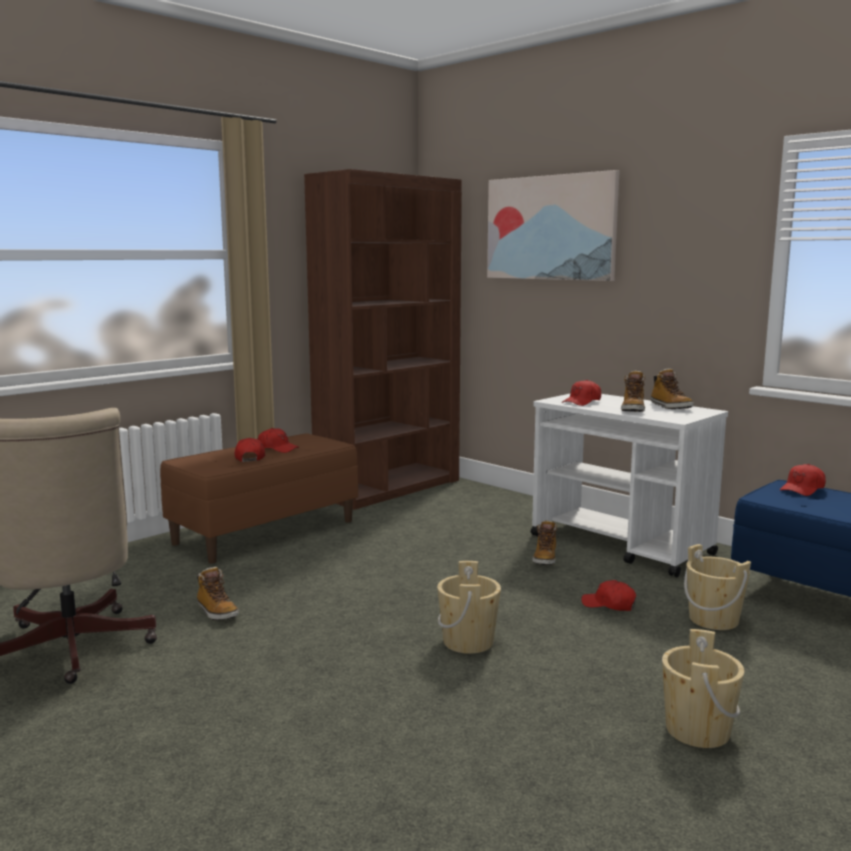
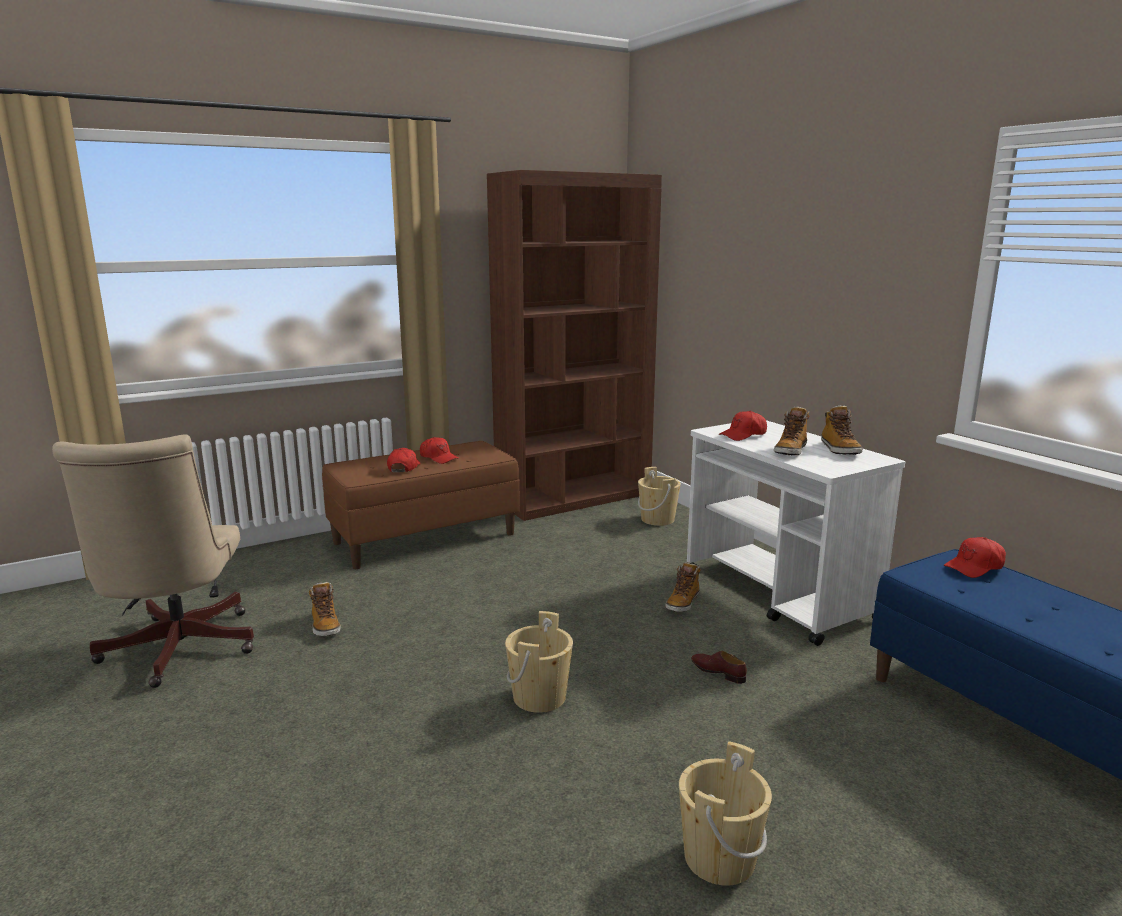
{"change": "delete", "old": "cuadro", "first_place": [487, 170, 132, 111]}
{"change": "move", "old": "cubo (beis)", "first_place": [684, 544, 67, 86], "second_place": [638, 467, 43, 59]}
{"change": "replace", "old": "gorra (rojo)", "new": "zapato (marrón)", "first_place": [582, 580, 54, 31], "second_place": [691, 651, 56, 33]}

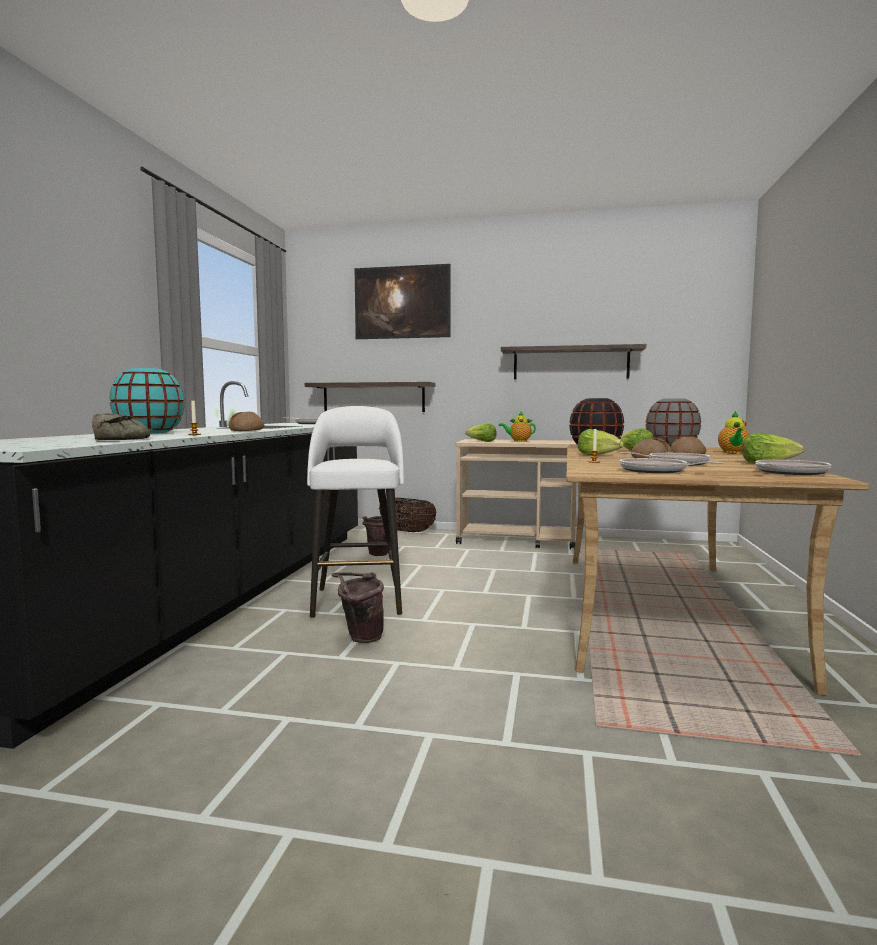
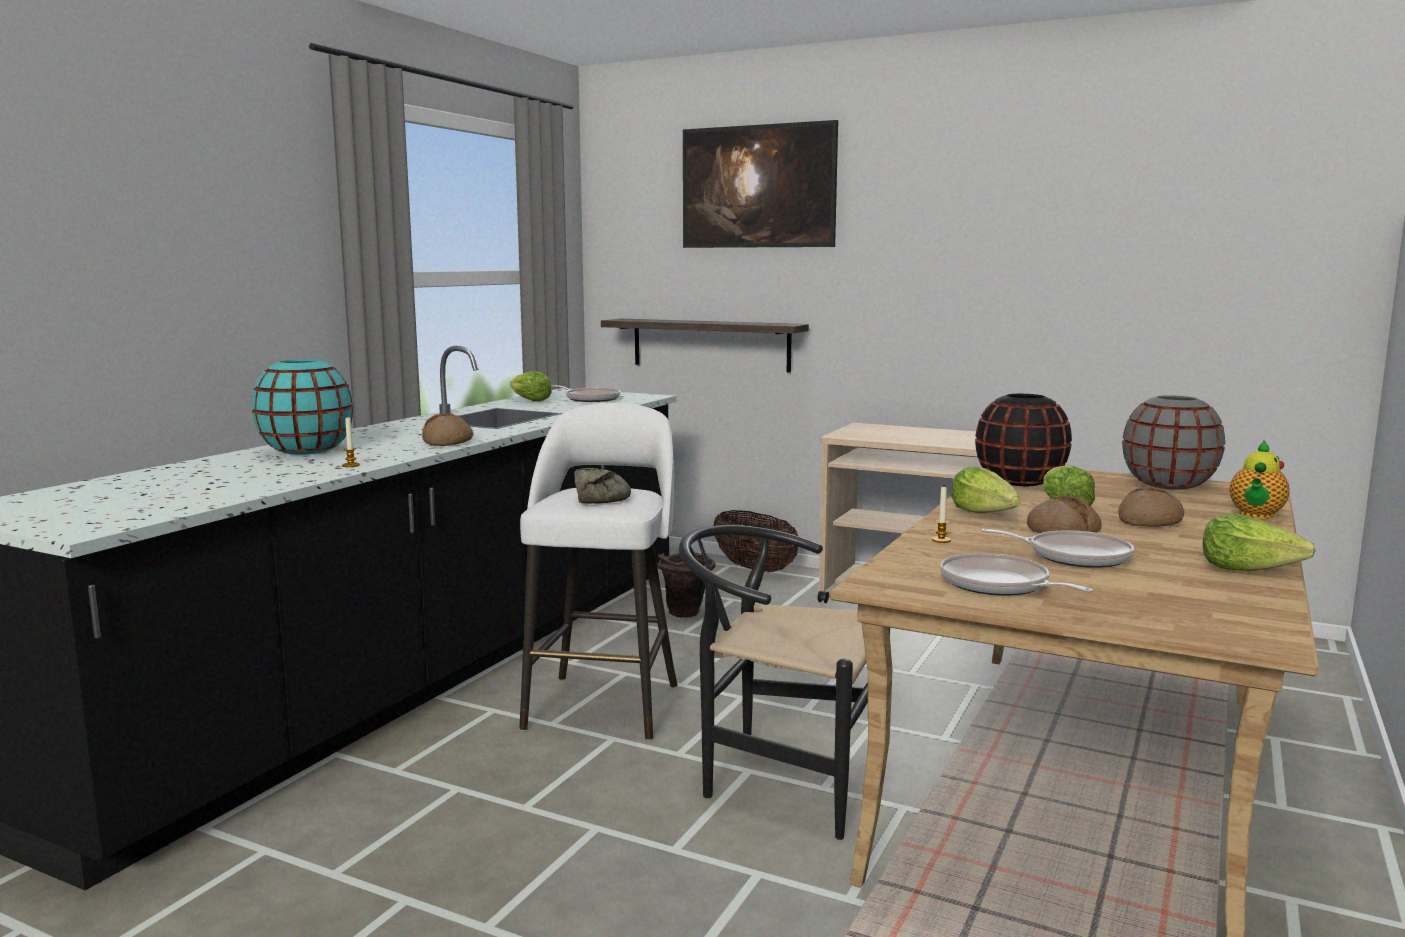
{"change": "delete", "old": "estante", "first_place": [501, 344, 145, 36]}
{"change": "delete", "old": "tetera", "first_place": [499, 411, 37, 31]}
{"change": "move", "old": "pan", "first_place": [92, 413, 58, 27], "second_place": [574, 468, 57, 36]}
{"change": "move", "old": "lechuga", "first_place": [465, 424, 32, 18], "second_place": [510, 371, 42, 31]}
{"change": "delete", "old": "sartén", "first_place": [755, 459, 76, 16]}
{"change": "delete", "old": "cubo (marrón)", "first_place": [331, 572, 53, 71]}
{"change": "insert", "new": "silla (negro)", "second_place": [679, 525, 211, 315]}

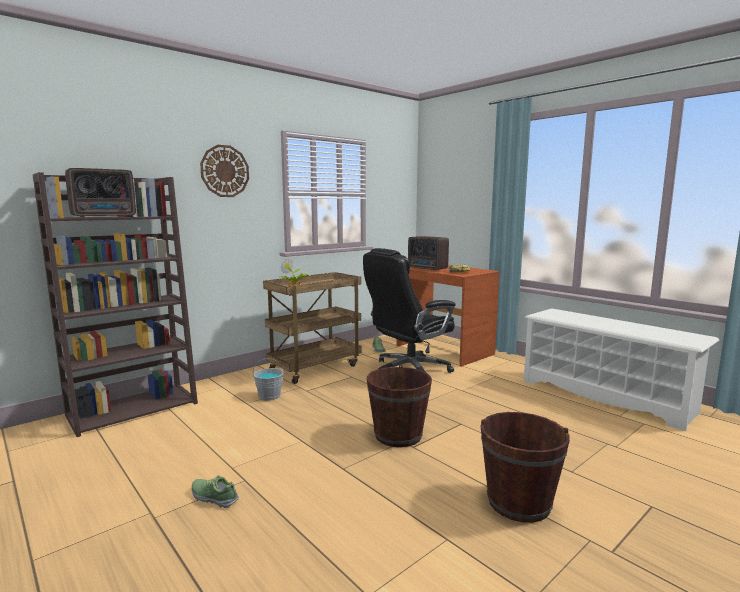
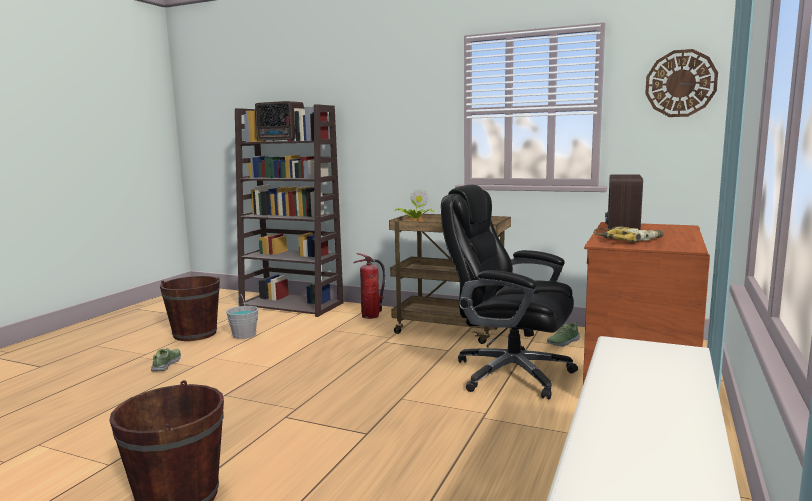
{"change": "move", "old": "reloj de pared", "first_place": [200, 145, 49, 52], "second_place": [645, 49, 73, 68]}
{"change": "move", "old": "cubo (gris)", "first_place": [253, 358, 31, 43], "second_place": [226, 294, 33, 45]}
{"change": "move", "old": "cubo (marrón)", "first_place": [367, 364, 65, 83], "second_place": [160, 276, 60, 65]}
{"change": "insert", "new": "extintor", "second_place": [353, 253, 33, 66]}

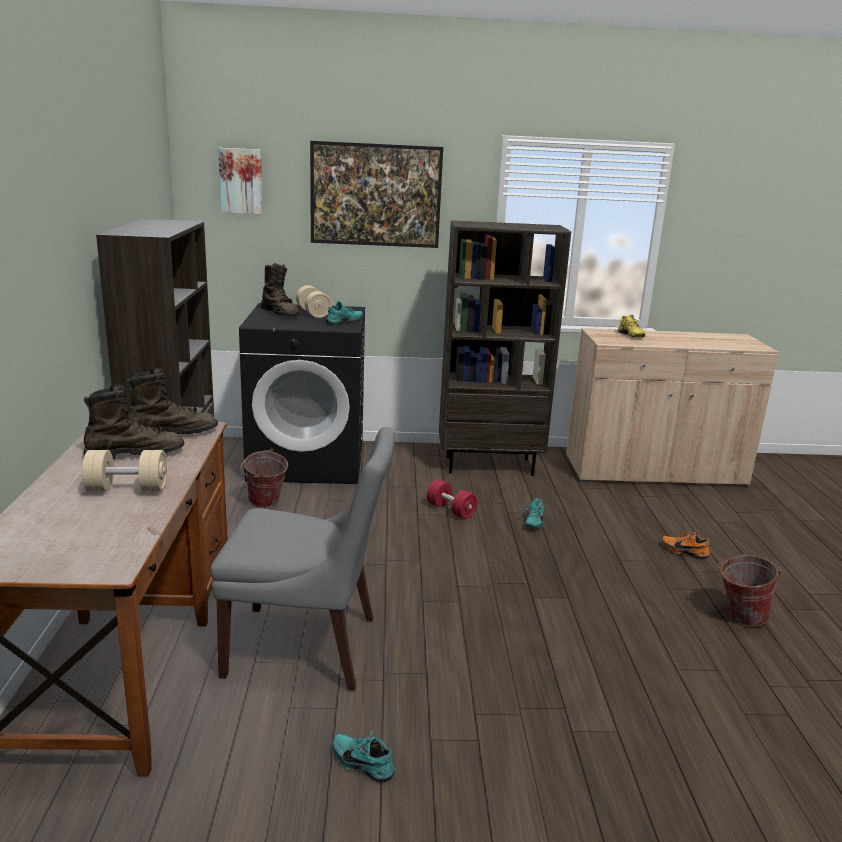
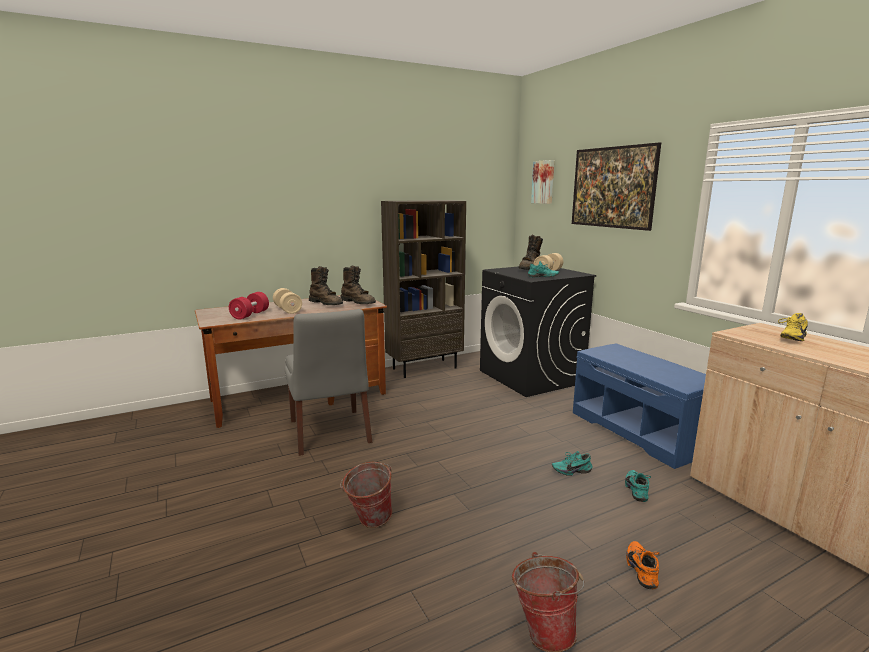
{"change": "replace", "old": "estantería (marrón)", "new": "banco (azul)", "first_place": [439, 220, 132, 256], "second_place": [573, 344, 133, 125]}
{"change": "move", "old": "cubo", "first_place": [241, 449, 47, 59], "second_place": [340, 462, 52, 66]}
{"change": "move", "old": "mancuerna (rojo)", "first_place": [427, 479, 51, 40], "second_place": [229, 292, 40, 28]}
{"change": "move", "old": "zapato (turquesa)", "first_place": [333, 730, 63, 52], "second_place": [625, 470, 26, 32]}

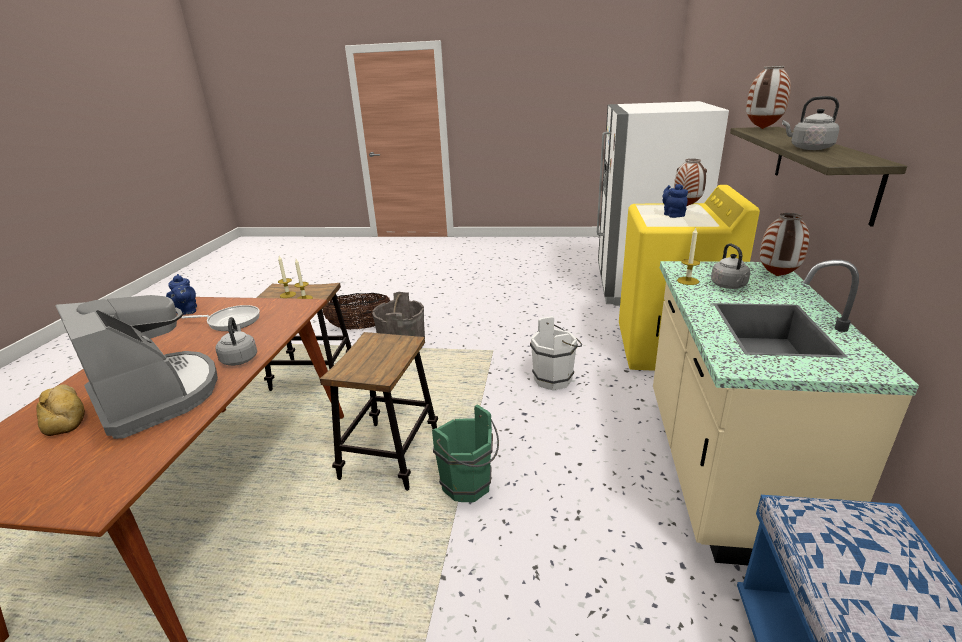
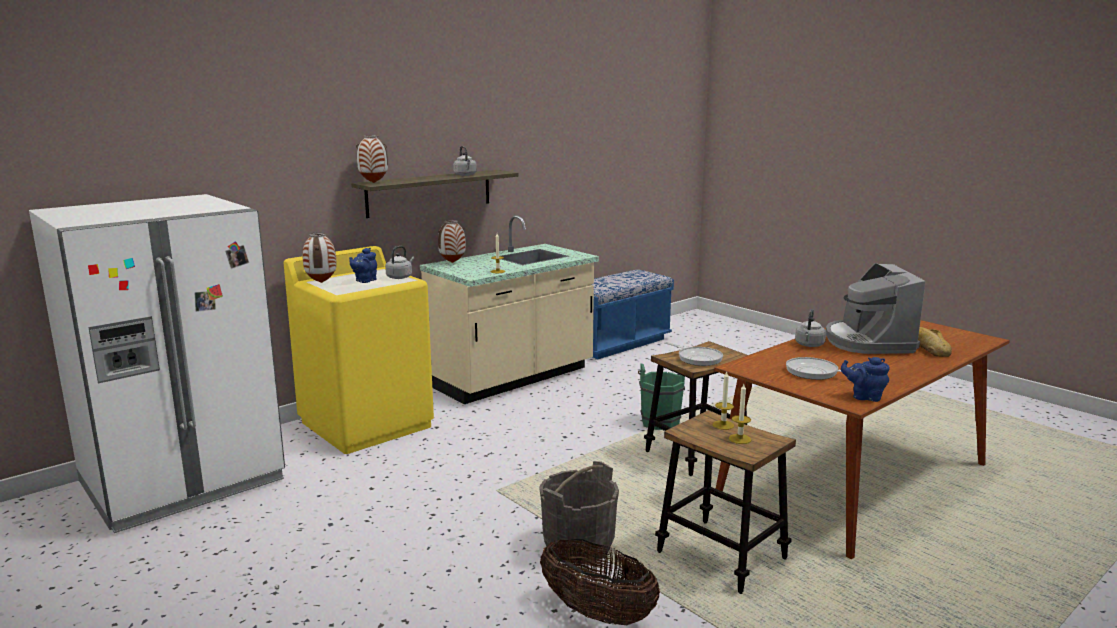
{"change": "move", "old": "hervidor (gris)", "first_place": [711, 243, 39, 46], "second_place": [385, 246, 29, 33]}
{"change": "rotate", "old": "tetera (azul)", "first_place": [166, 274, 31, 41], "second_place": [841, 357, 49, 45], "degrees": -90}
{"change": "delete", "old": "cubo (blanco)", "first_place": [530, 316, 52, 74]}
{"change": "insert", "new": "sartén", "second_place": [664, 342, 59, 24]}

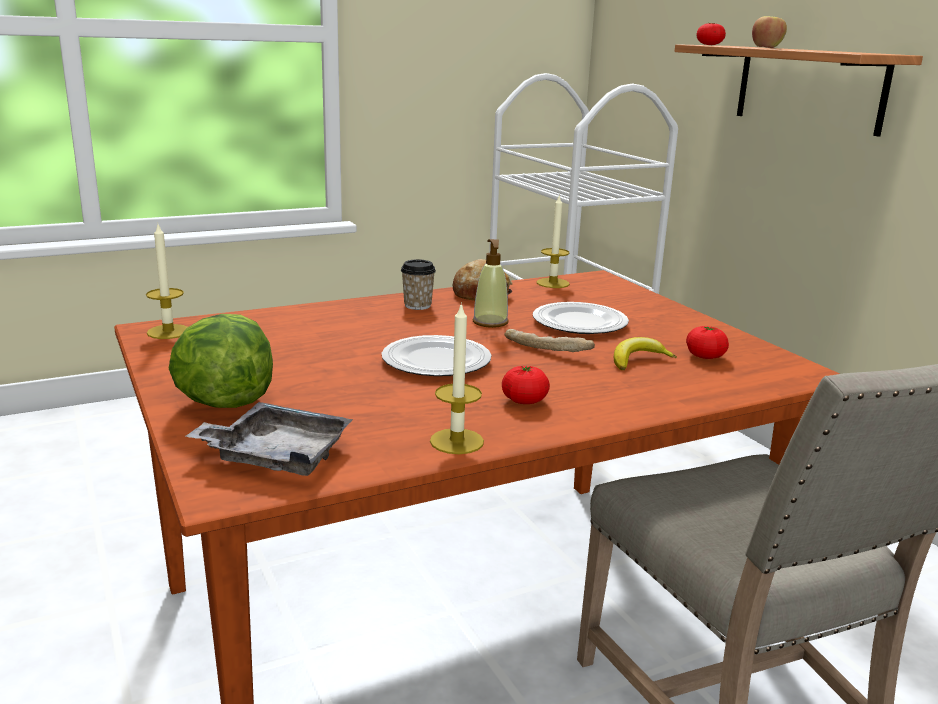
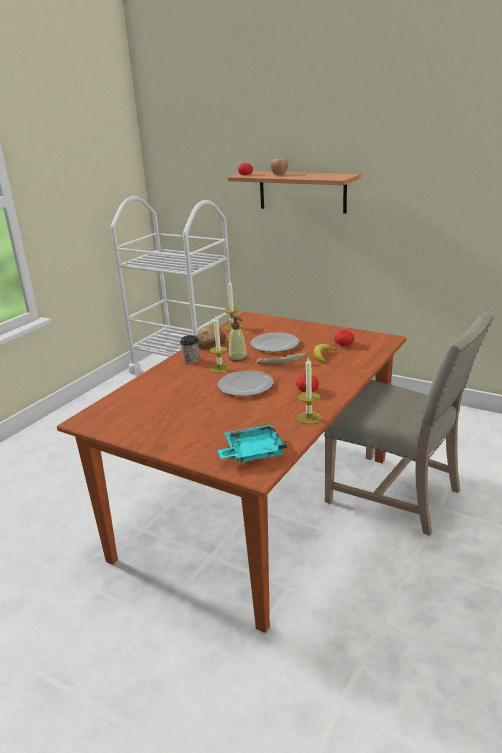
{"change": "move", "old": "vela", "first_place": [146, 222, 42, 117], "second_place": [209, 315, 22, 58]}
{"change": "delete", "old": "lechuga", "first_place": [169, 314, 104, 94]}
{"change": "recolor", "old": "bandeja (gris)", "new": "bandeja (turquesa)", "first_place": [186, 402, 167, 74], "second_place": [217, 424, 70, 38]}

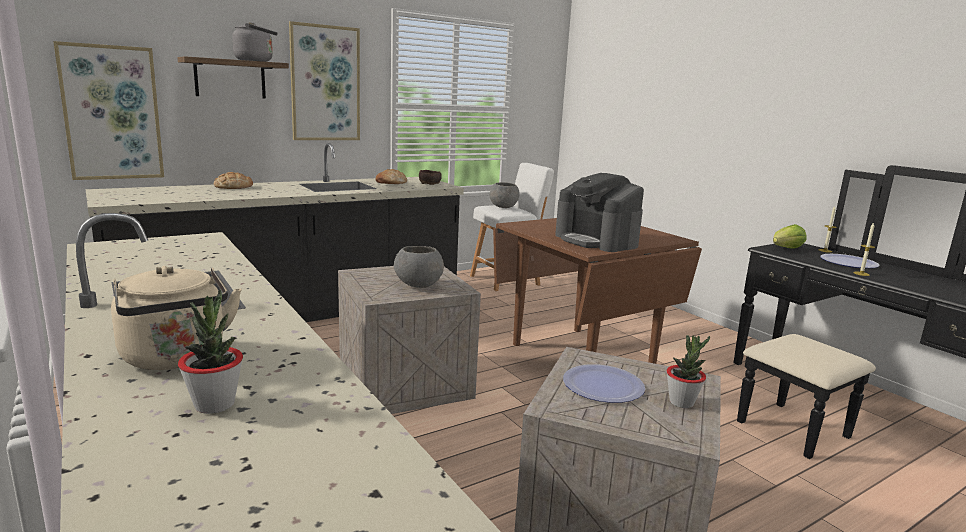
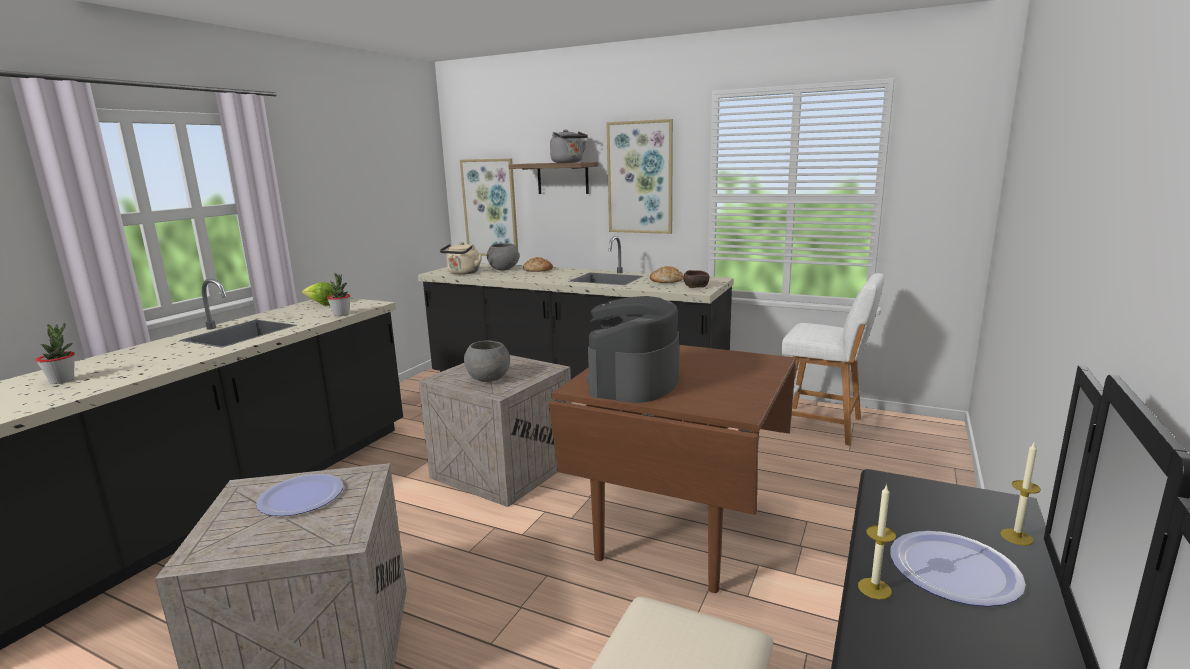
{"change": "move", "old": "cuenco (gris)", "first_place": [490, 182, 30, 26], "second_place": [487, 243, 32, 28]}
{"change": "move", "old": "lechuga", "first_place": [773, 224, 33, 25], "second_place": [302, 282, 34, 23]}
{"change": "move", "old": "hervidor (beis)", "first_place": [111, 266, 131, 104], "second_place": [440, 242, 42, 33]}
{"change": "move", "old": "planta en maceta", "first_place": [667, 335, 43, 73], "second_place": [327, 273, 23, 43]}

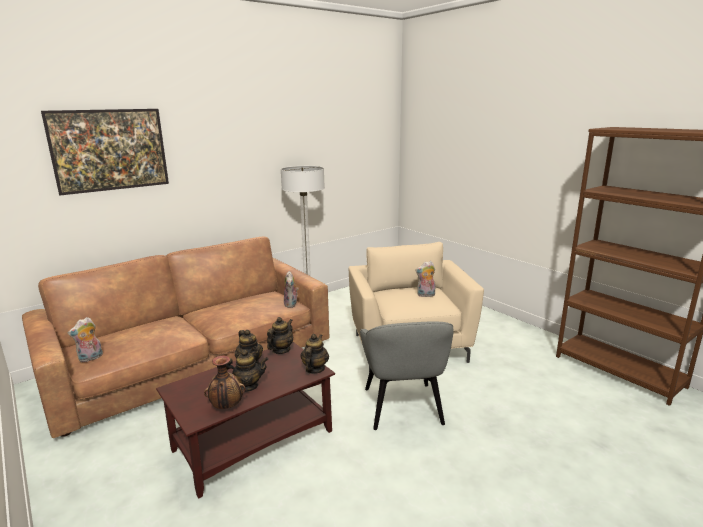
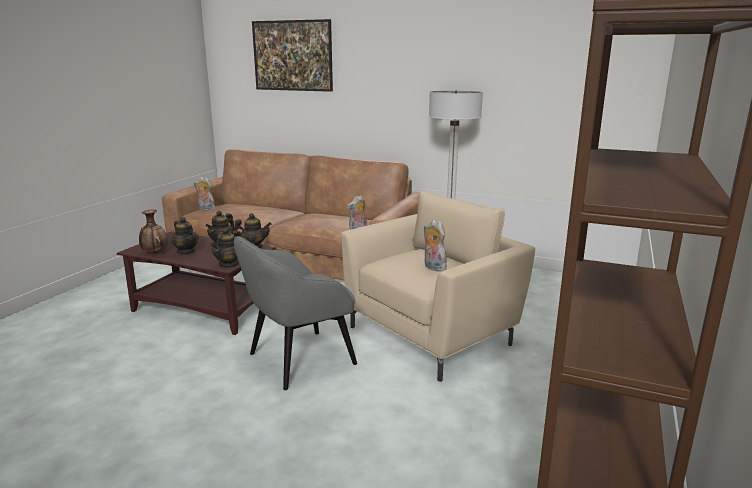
{"change": "rotate", "old": "tetera", "first_place": [300, 334, 29, 40], "second_place": [210, 228, 31, 40], "degrees": 135}

